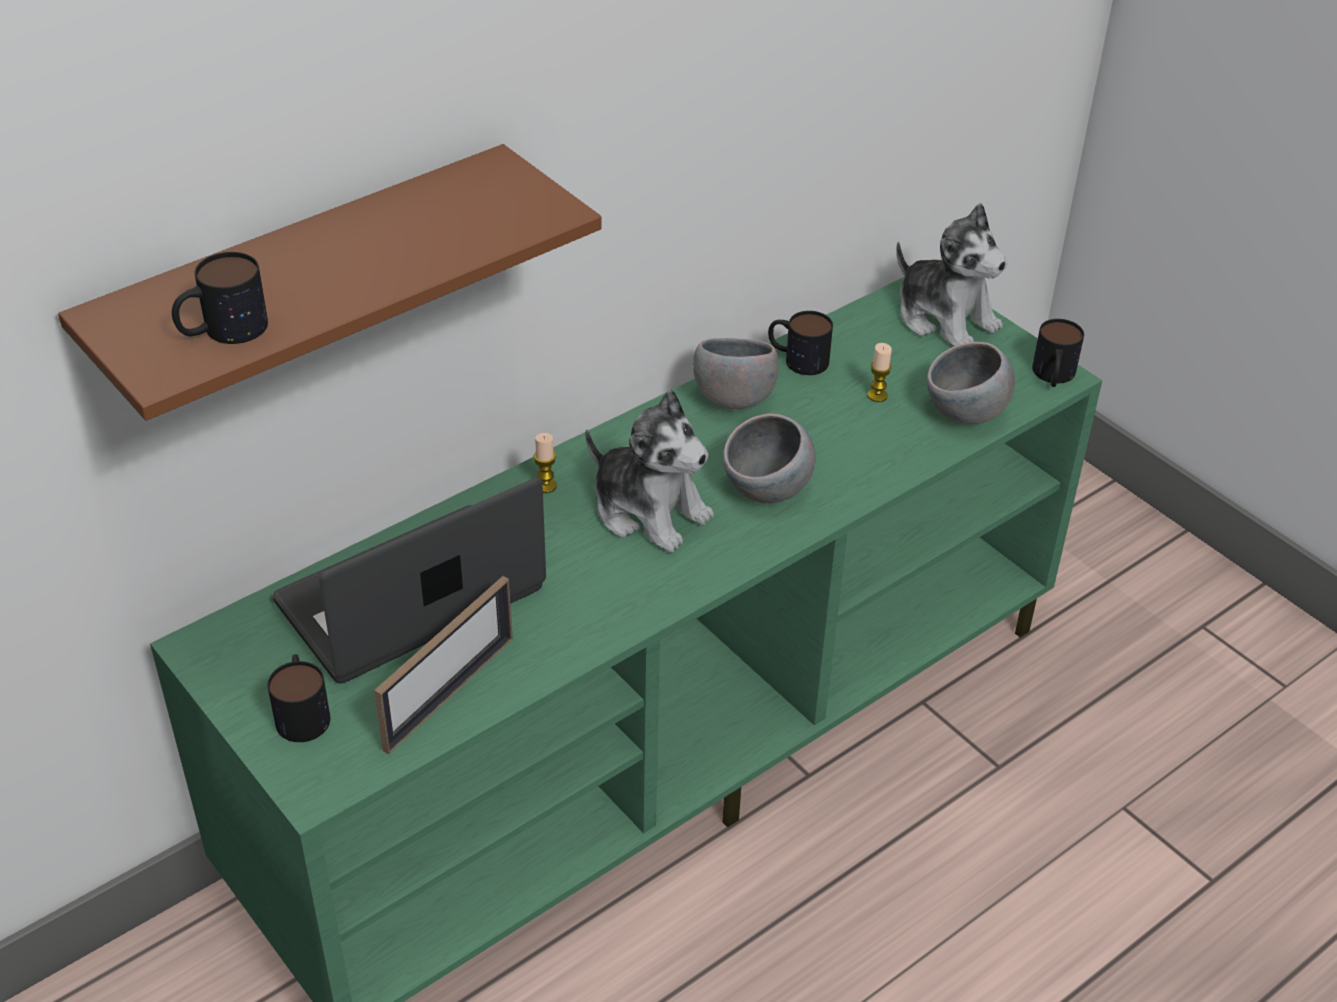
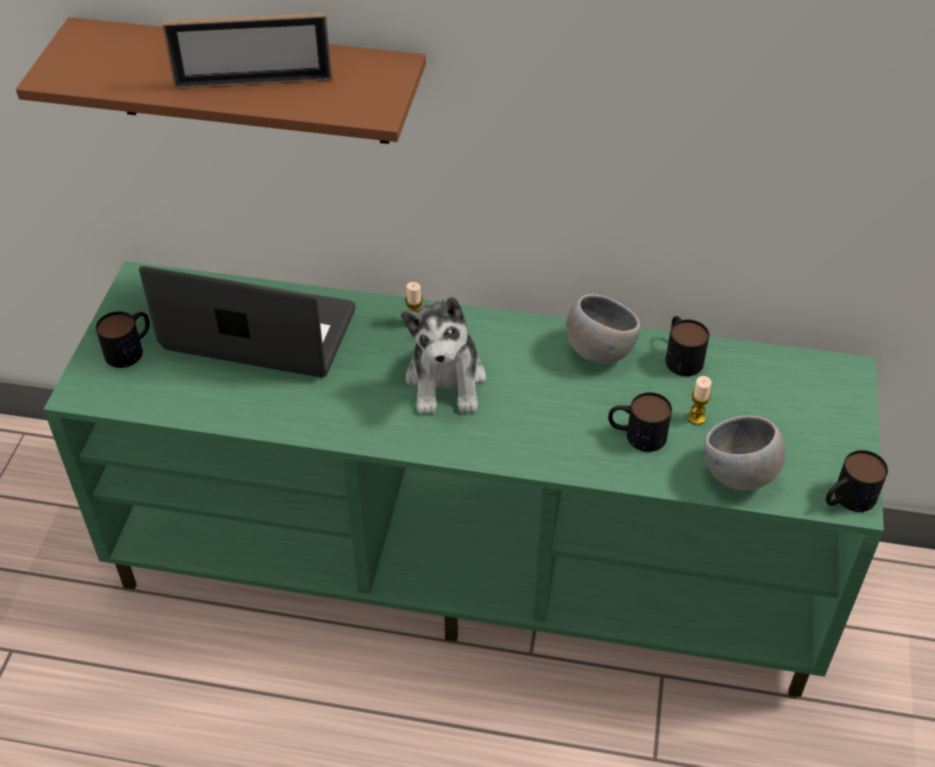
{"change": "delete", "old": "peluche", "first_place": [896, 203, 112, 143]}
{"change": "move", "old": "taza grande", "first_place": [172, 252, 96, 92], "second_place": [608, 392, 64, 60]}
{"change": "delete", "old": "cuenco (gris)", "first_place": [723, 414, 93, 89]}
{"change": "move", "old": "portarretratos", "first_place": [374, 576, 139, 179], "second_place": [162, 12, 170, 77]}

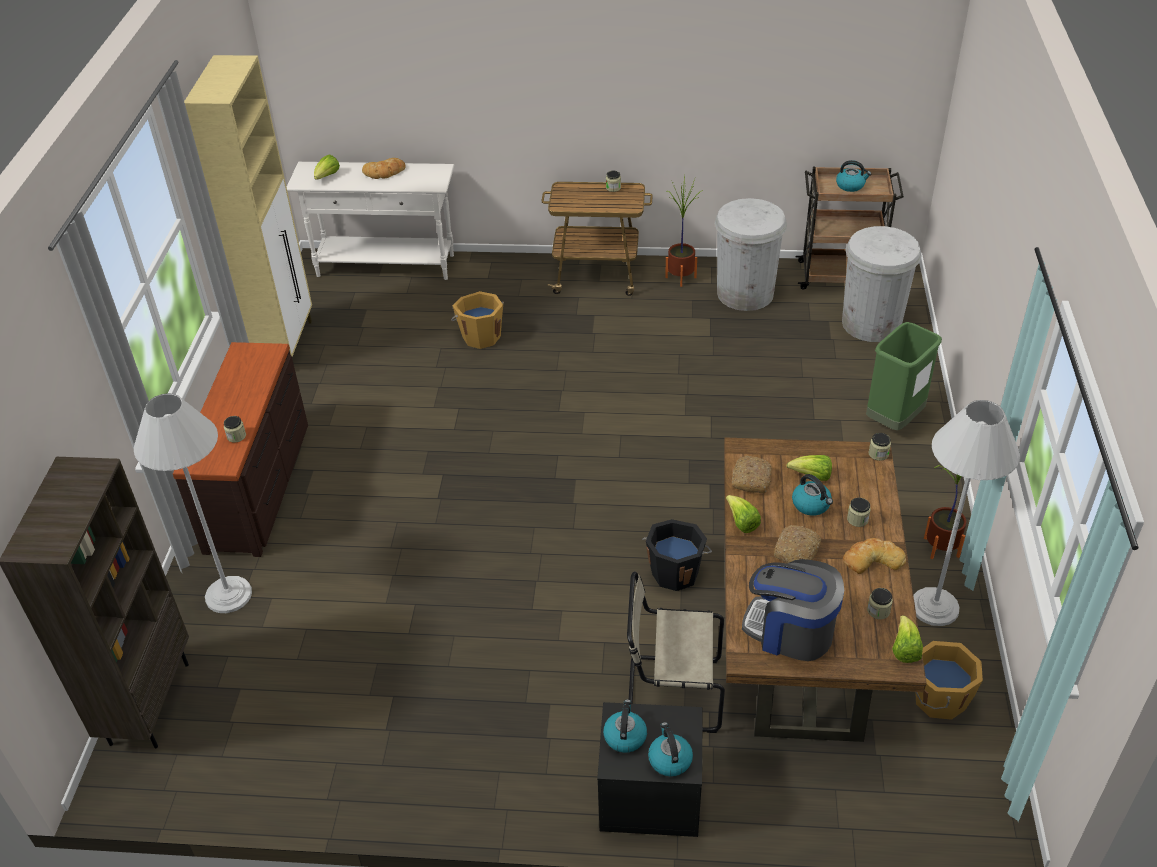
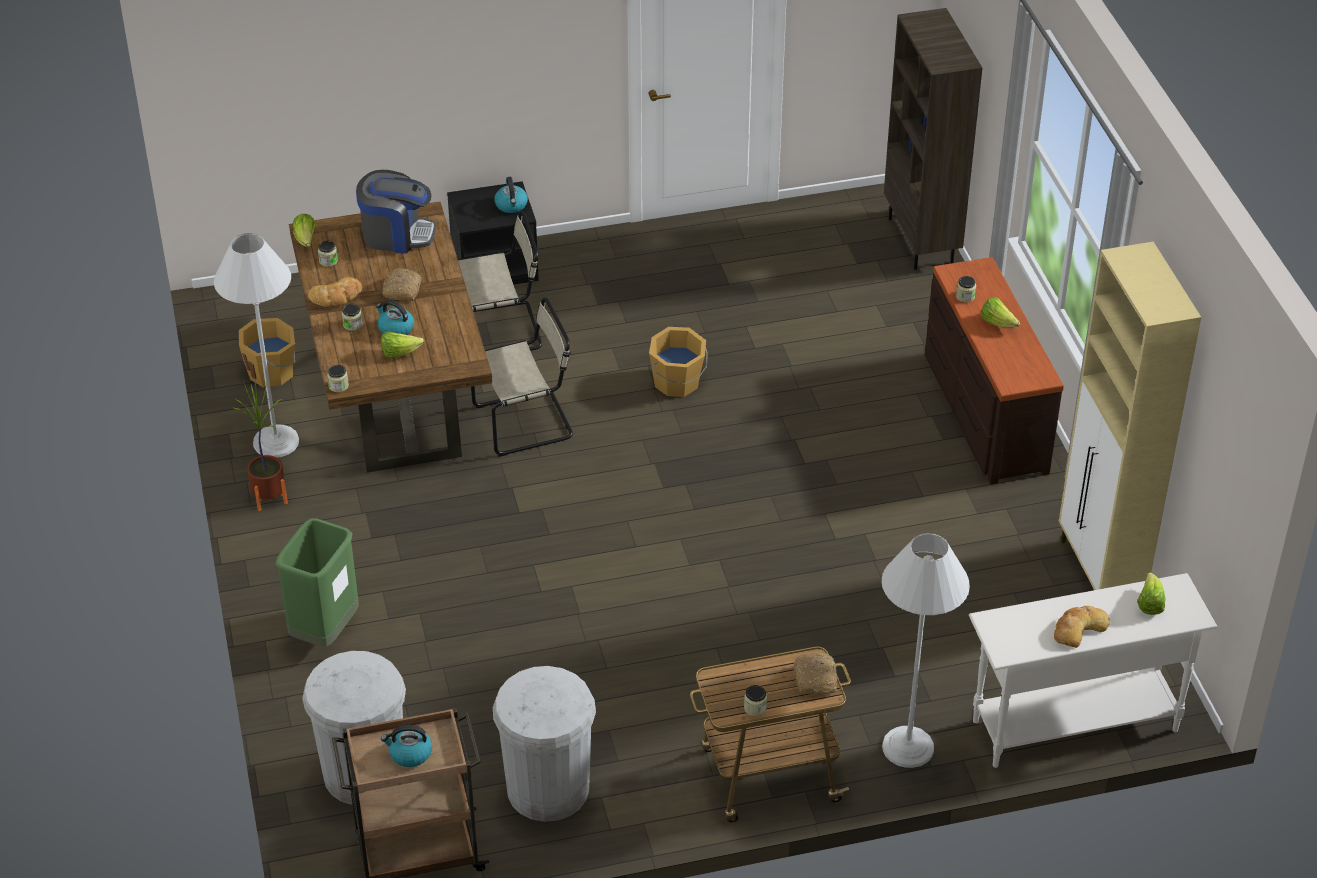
{"change": "delete", "old": "planta en maceta", "first_place": [665, 174, 38, 113]}
{"change": "move", "old": "cubo (naranja)", "first_place": [451, 291, 53, 58], "second_place": [649, 327, 59, 70]}
{"change": "move", "old": "lámpara de pie (blanco)", "first_place": [134, 393, 118, 220], "second_place": [882, 533, 88, 235]}
{"change": "move", "old": "pan", "first_place": [732, 456, 40, 37], "second_place": [793, 652, 44, 42]}
{"change": "move", "old": "lechuga", "first_place": [726, 495, 35, 38], "second_place": [981, 297, 39, 30]}
{"change": "replace", "old": "cubo (negro)", "new": "silla (beis)", "first_place": [643, 519, 69, 72], "second_place": [471, 297, 102, 160]}
{"change": "delete", "old": "hervidor", "first_place": [648, 722, 45, 55]}

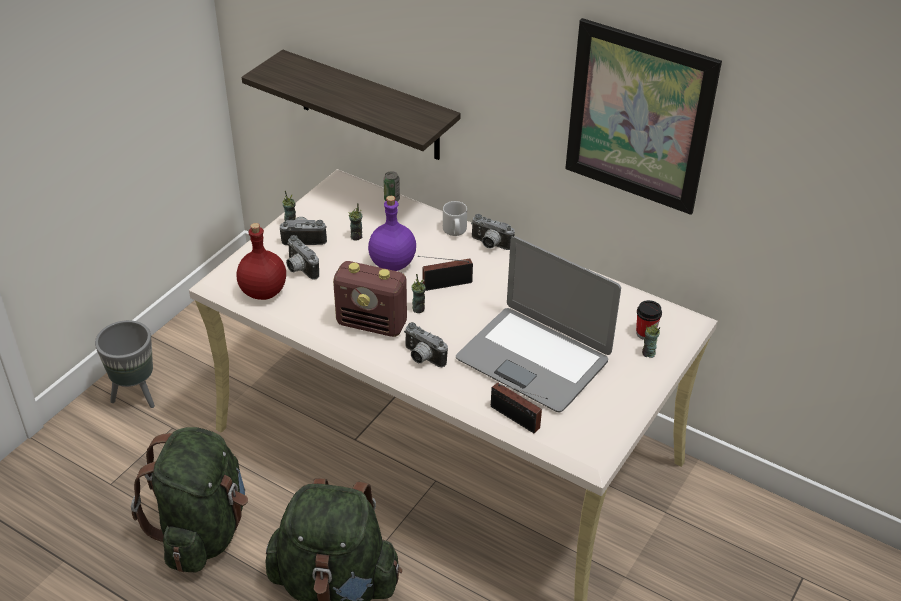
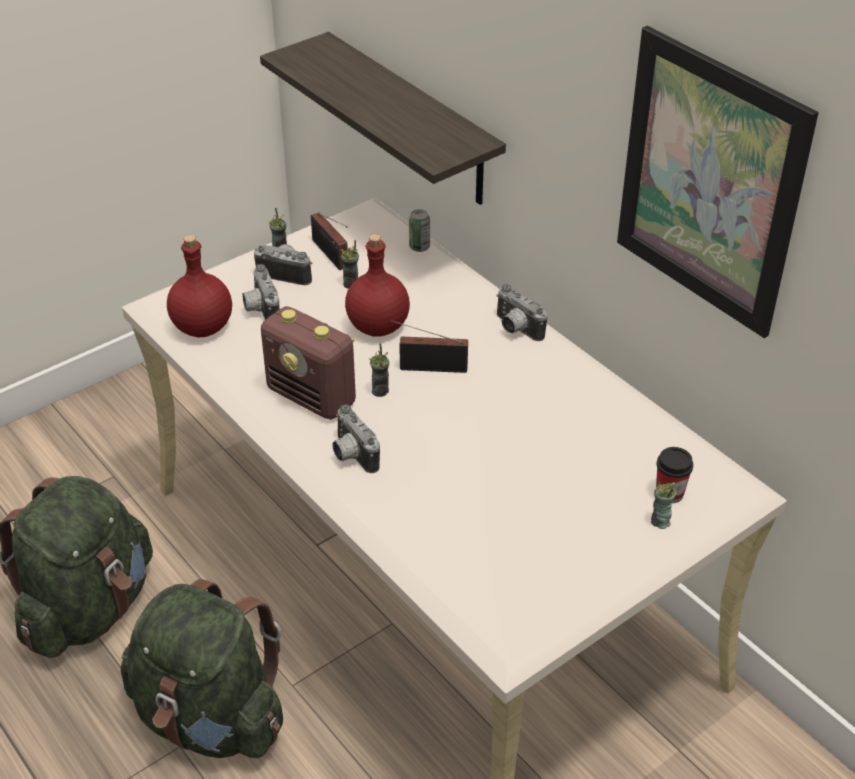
{"change": "recolor", "old": "botella (morado)", "new": "botella (rojo)", "first_place": [368, 196, 48, 75], "second_place": [345, 234, 65, 103]}
{"change": "delete", "old": "taza grande (gris)", "first_place": [443, 201, 24, 35]}
{"change": "delete", "old": "portátil", "first_place": [456, 236, 165, 176]}
{"change": "delete", "old": "maceta (gris)", "first_place": [95, 320, 60, 88]}
{"change": "move", "old": "radio", "first_place": [491, 382, 57, 51], "second_place": [311, 212, 37, 58]}

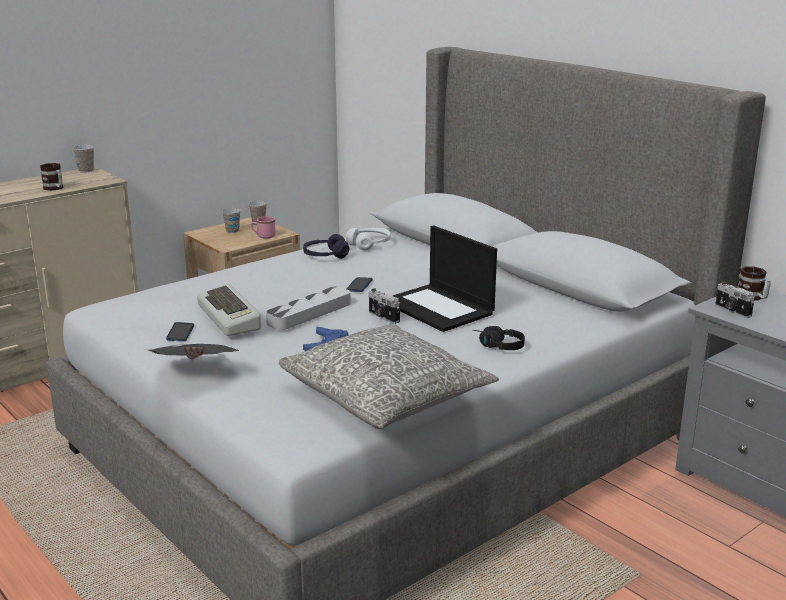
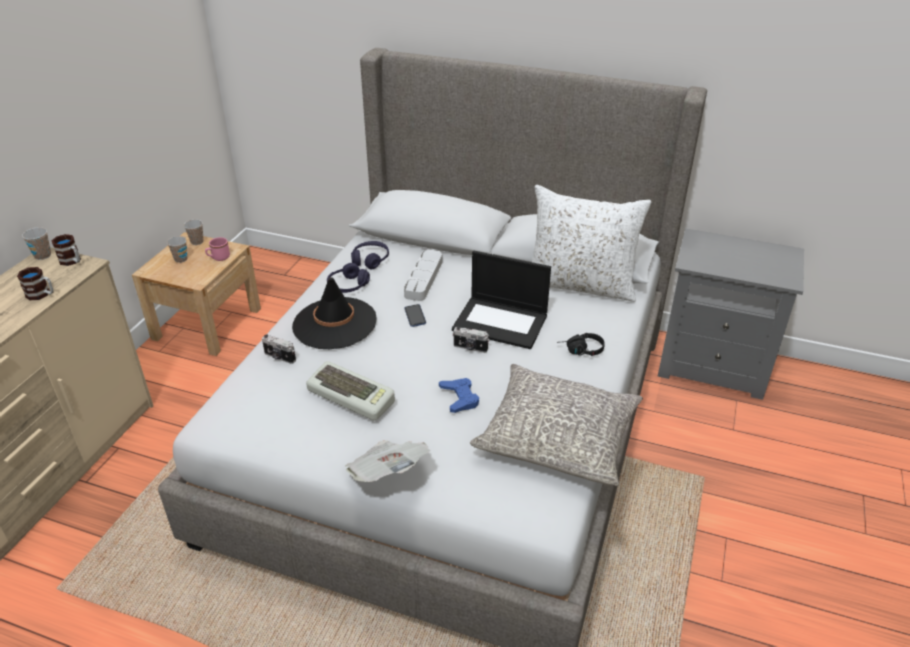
{"change": "recolor", "old": "auriculares (blanco)", "new": "auriculares (morado)", "first_place": [346, 228, 44, 22], "second_place": [351, 241, 38, 28]}
{"change": "move", "old": "taza grande", "first_place": [738, 266, 33, 35], "second_place": [51, 234, 30, 32]}
{"change": "move", "old": "cámara", "first_place": [715, 281, 40, 37], "second_place": [262, 334, 34, 30]}
{"change": "move", "old": "bandeja (gris)", "first_place": [266, 286, 85, 44], "second_place": [404, 250, 39, 51]}
{"change": "delete", "old": "móvil", "first_place": [166, 322, 28, 20]}
{"change": "insert", "new": "cojín (blanco)", "second_place": [532, 185, 119, 117]}
{"change": "insert", "new": "sombrero (negro)", "second_place": [292, 277, 84, 72]}

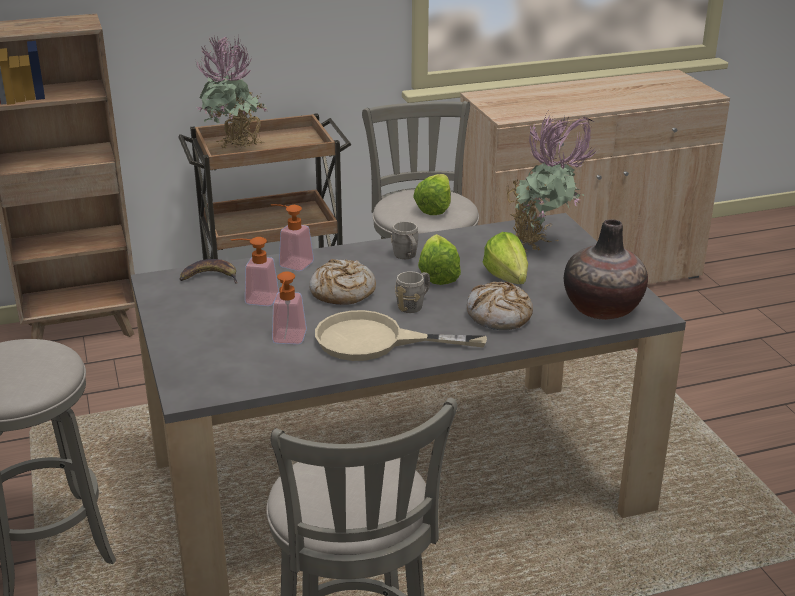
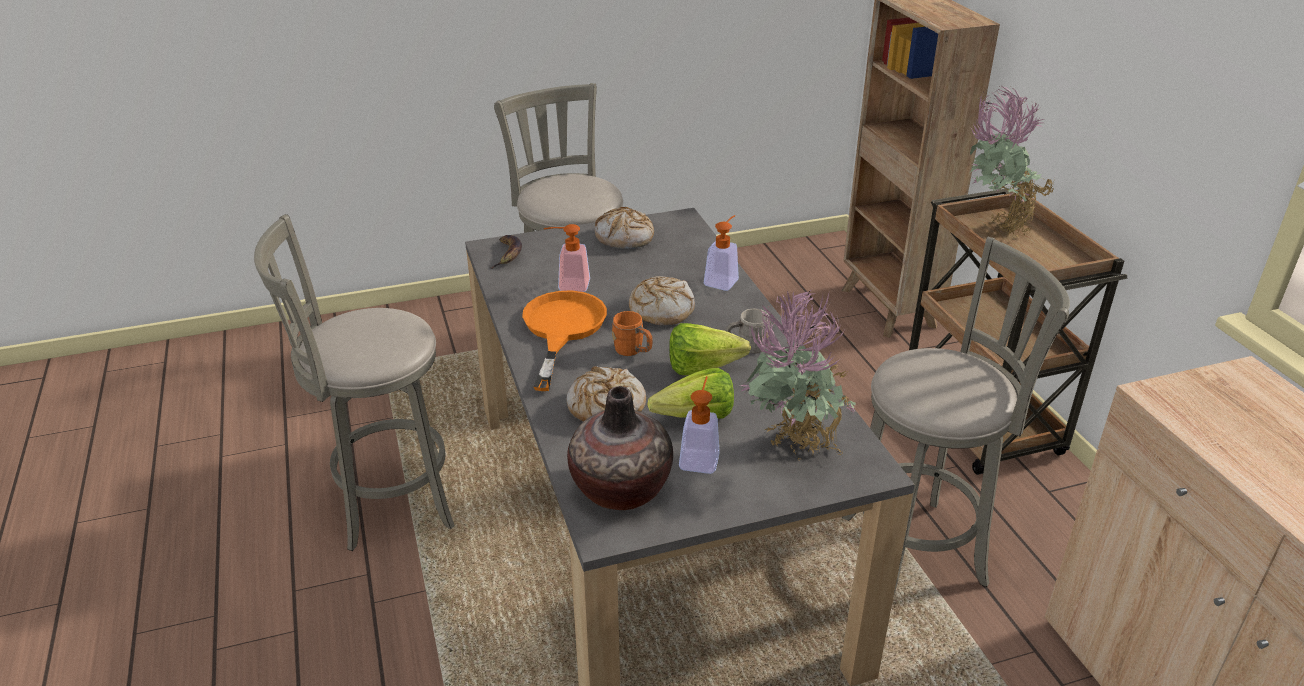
{"change": "delete", "old": "lechuga", "first_place": [413, 174, 38, 41]}
{"change": "move", "old": "dispensador de jabón", "first_place": [231, 237, 48, 69], "second_place": [679, 376, 41, 98]}
{"change": "move", "old": "plátano", "first_place": [179, 259, 58, 25], "second_place": [490, 235, 32, 34]}
{"change": "recolor", "old": "taza grande (gris)", "new": "taza grande (naranja)", "first_place": [395, 271, 35, 42], "second_place": [612, 311, 40, 45]}
{"change": "recolor", "old": "sartén (beis)", "new": "sartén (naranja)", "first_place": [315, 310, 172, 51], "second_place": [522, 290, 85, 101]}
{"change": "insert", "new": "pan", "second_place": [595, 207, 59, 42]}

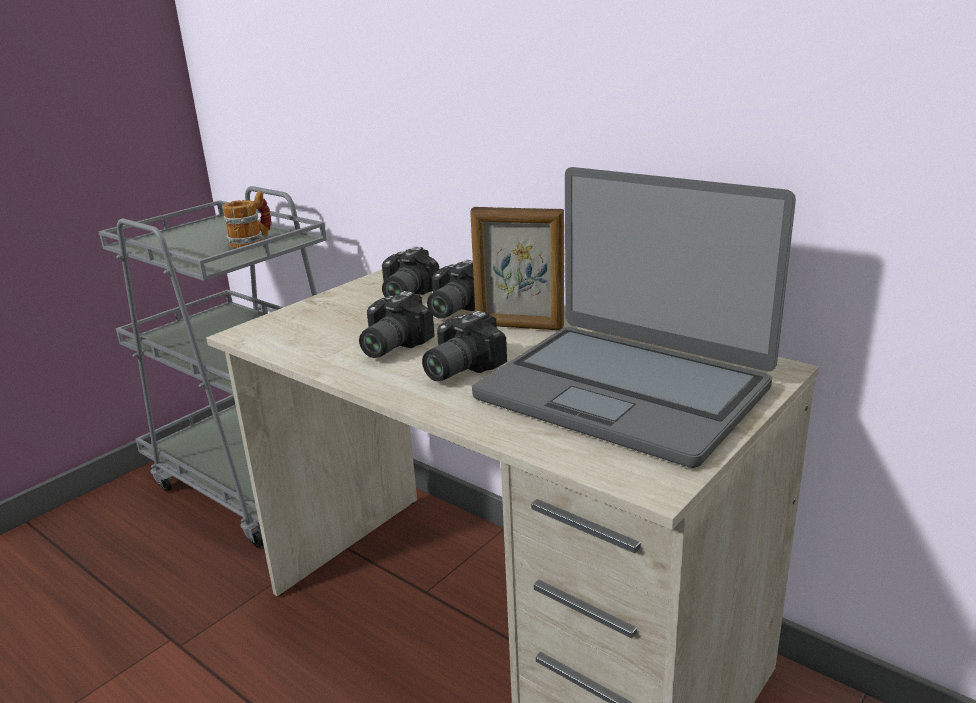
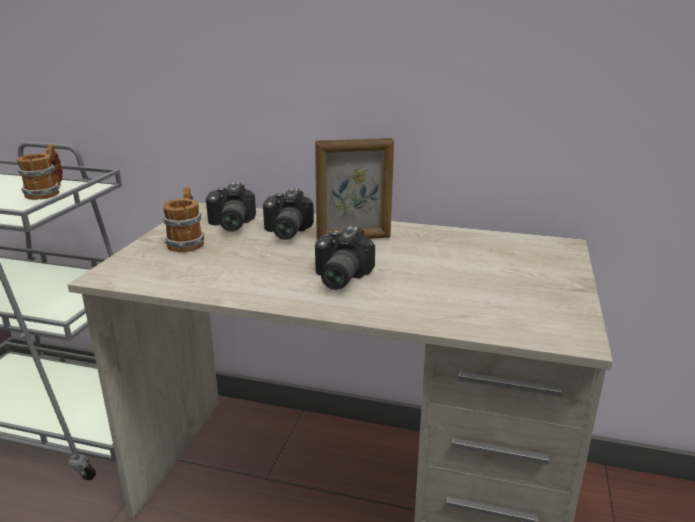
{"change": "delete", "old": "portátil", "first_place": [472, 167, 324, 301]}
{"change": "delete", "old": "cámara", "first_place": [359, 291, 76, 67]}
{"change": "insert", "new": "taza grande", "second_place": [163, 187, 41, 65]}

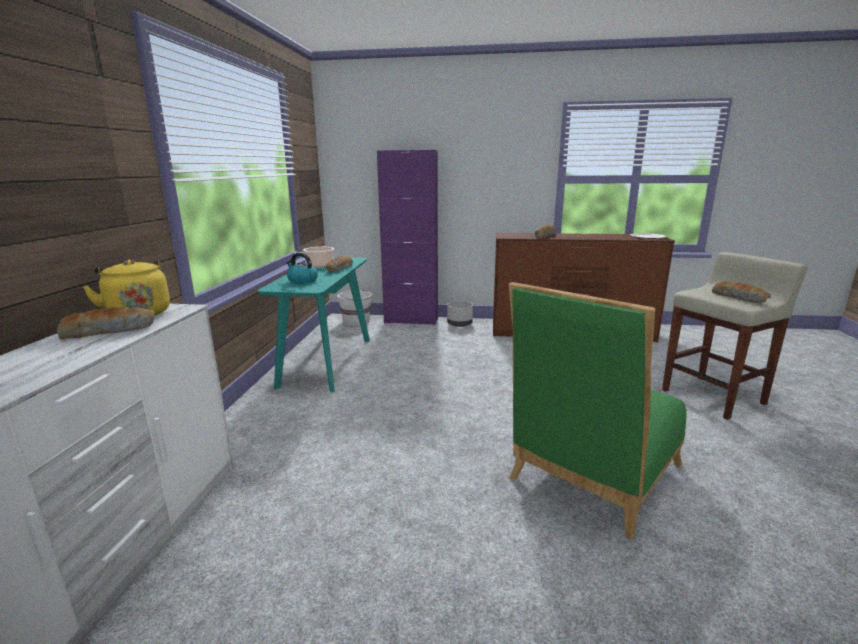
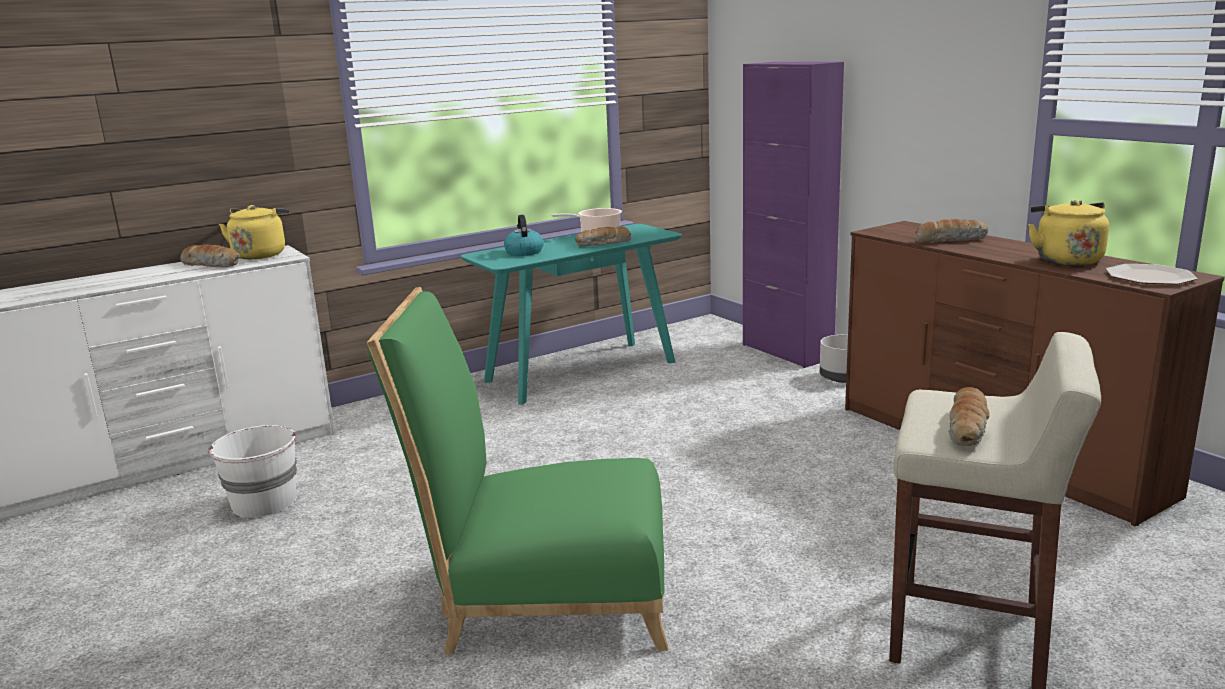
{"change": "move", "old": "cubo (blanco)", "first_place": [338, 290, 35, 36], "second_place": [208, 425, 89, 93]}
{"change": "insert", "new": "hervidor (amarillo)", "second_place": [1028, 200, 81, 66]}

